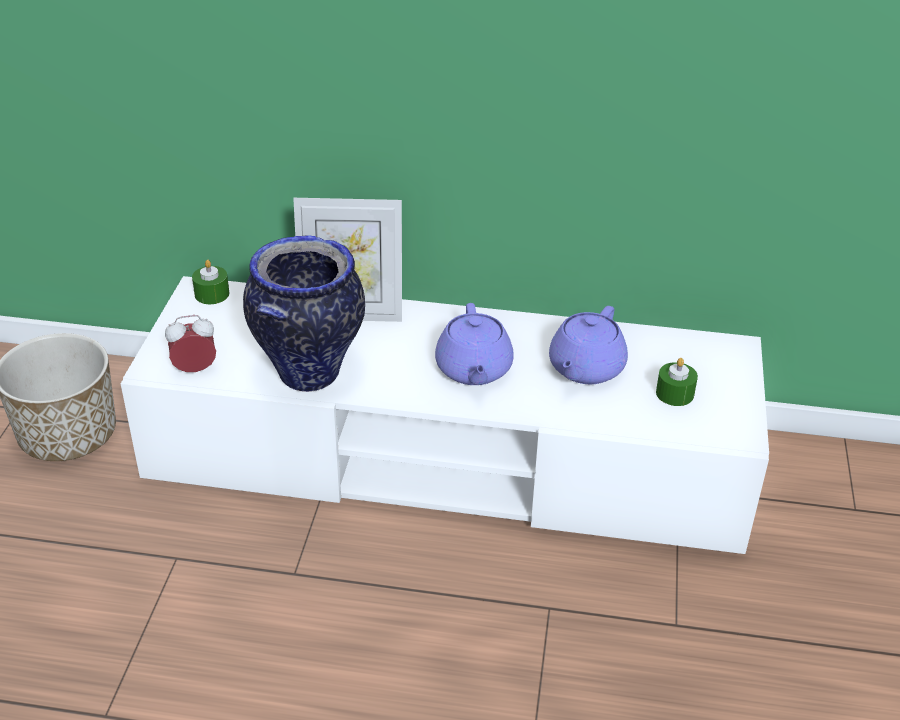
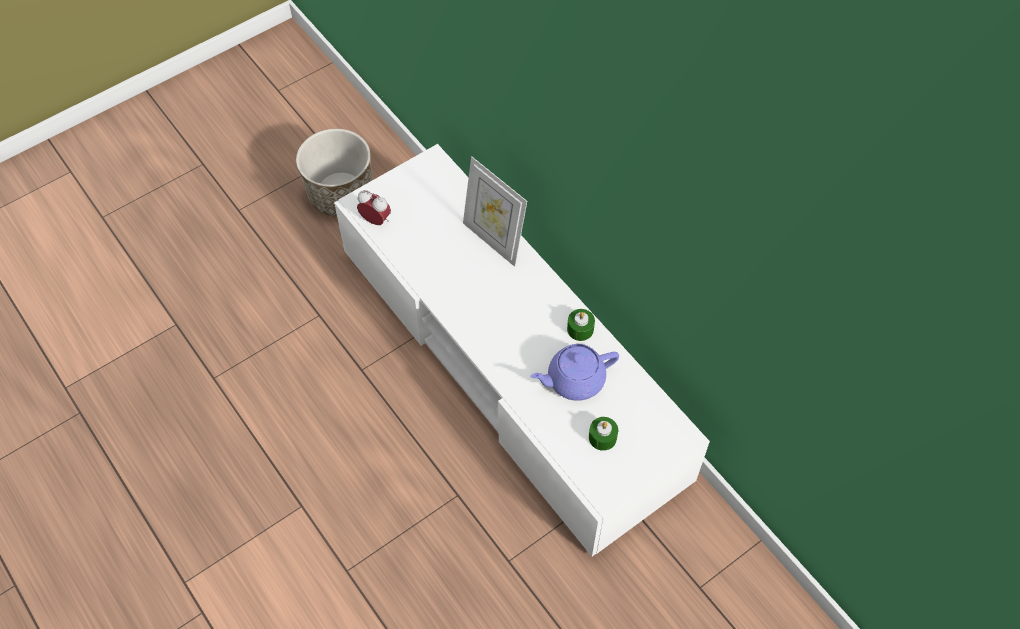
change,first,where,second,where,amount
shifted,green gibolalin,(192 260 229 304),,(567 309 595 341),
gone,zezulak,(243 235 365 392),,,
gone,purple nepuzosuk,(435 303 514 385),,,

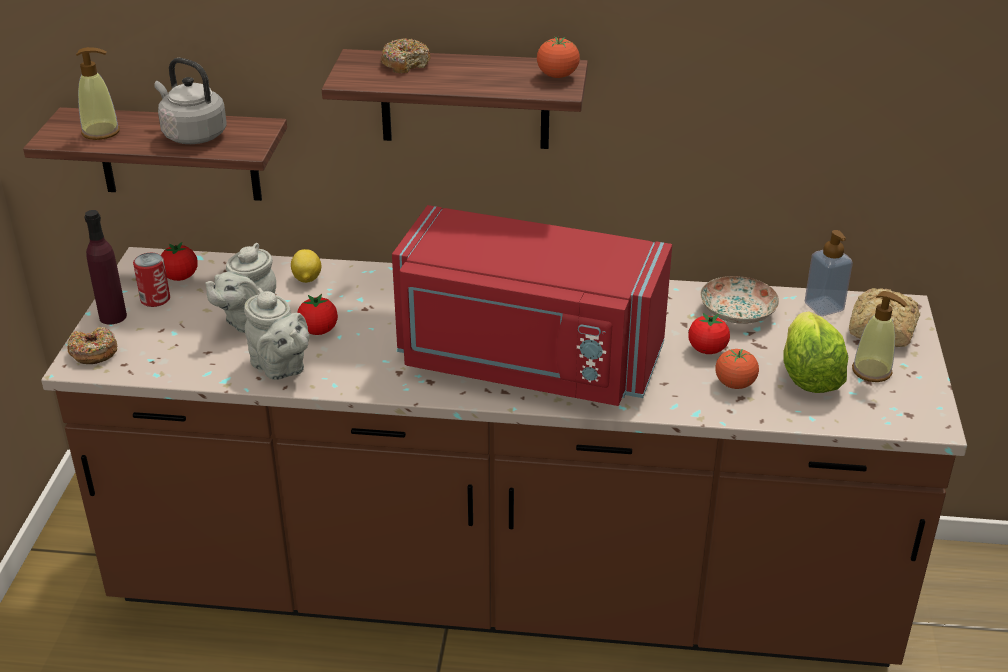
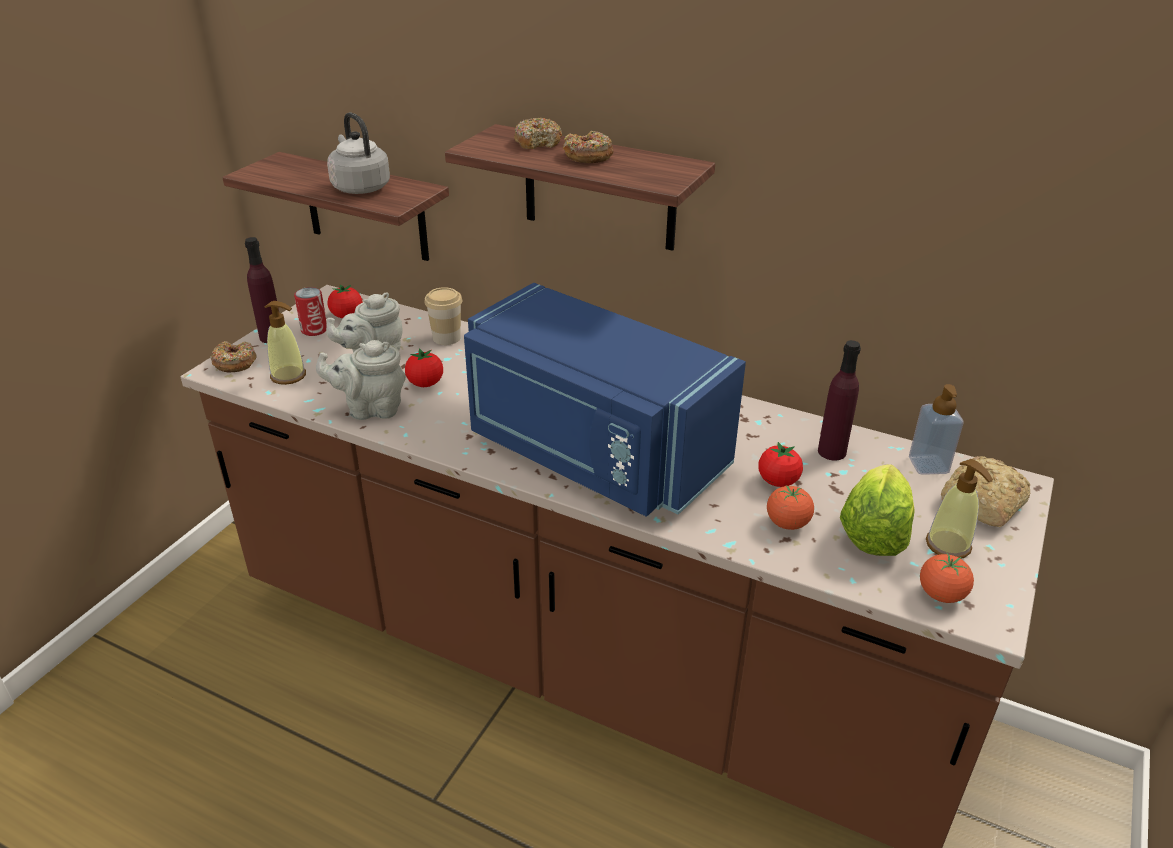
change,first,where,second,where,amount
shifted,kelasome,(76 47 120 140),,(264 301 306 385),
rotated,grey nepuzosuk,(244 288 309 380),,(316 340 406 420),105 degrees clockwise
swapped,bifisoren,(291 249 321 283),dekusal,(424 287 462 345),
repainted,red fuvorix,(392 205 672 406),blue fuvorix,(464 283 746 517),
new,,,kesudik,(563 131 614 163),
swapped,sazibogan,(700 276 779 324),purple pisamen,(818 340 861 461),
shifted,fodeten,(537 37 580 78),,(920 552 974 603),

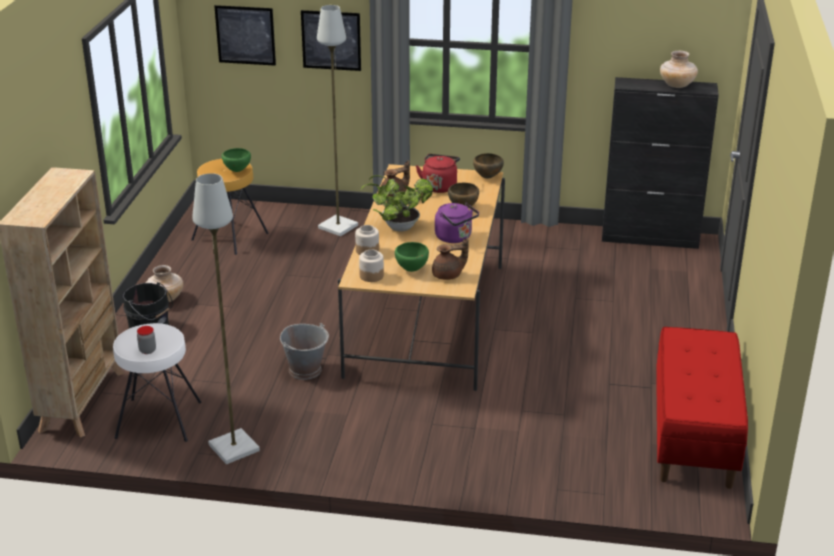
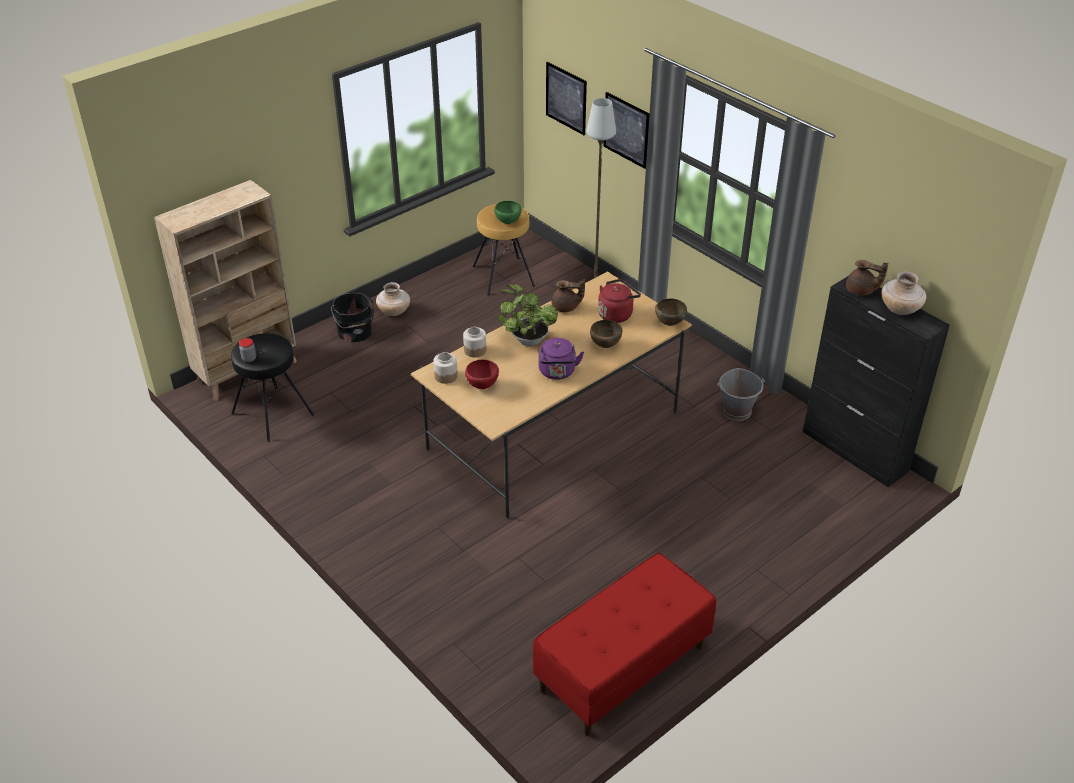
change,first,where,second,where,amount
repainted,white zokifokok,(113 323 202 442),black zokifokok,(231 333 314 442),
repainted,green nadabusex,(395 242 429 272),red nadabusex,(465 359 499 389),
shifted,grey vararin,(280 323 329 380),,(717 368 765 421),
shifted,brown nepuzosuk,(432 238 469 280),,(846 260 888 295),
gone,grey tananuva,(192 173 260 464),,,

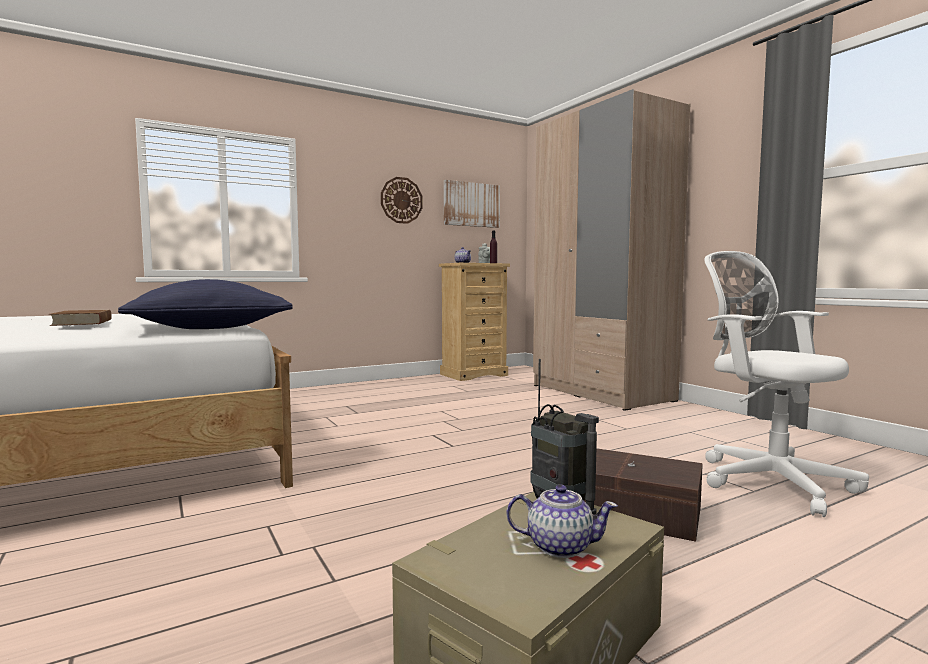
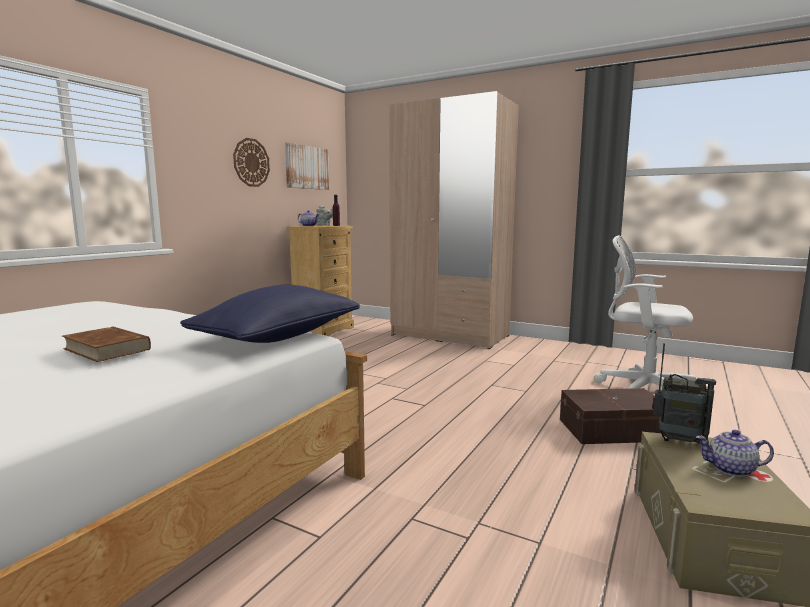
change,first,where,second,where,amount
rotated,nepuzosuk,(507 485 618 558),,(696 430 774 477),150 degrees counterclockwise

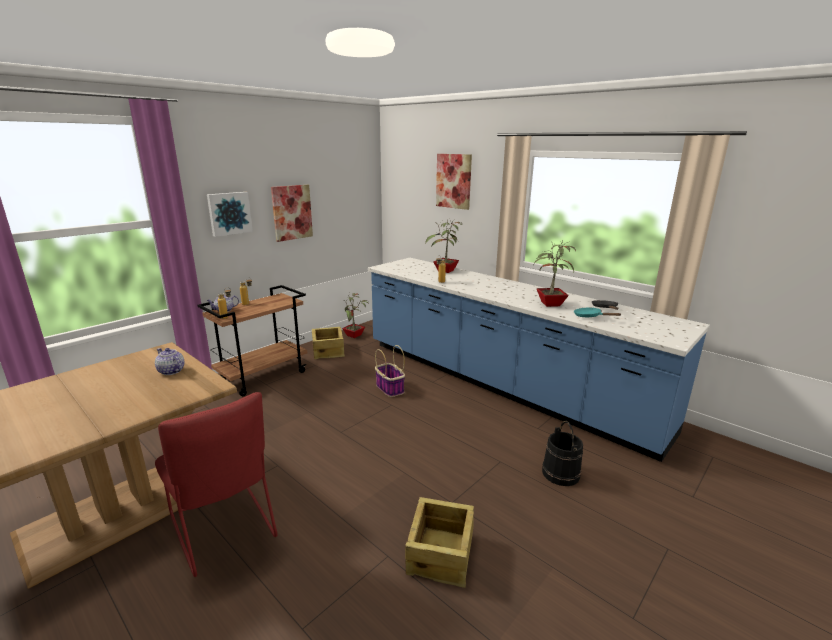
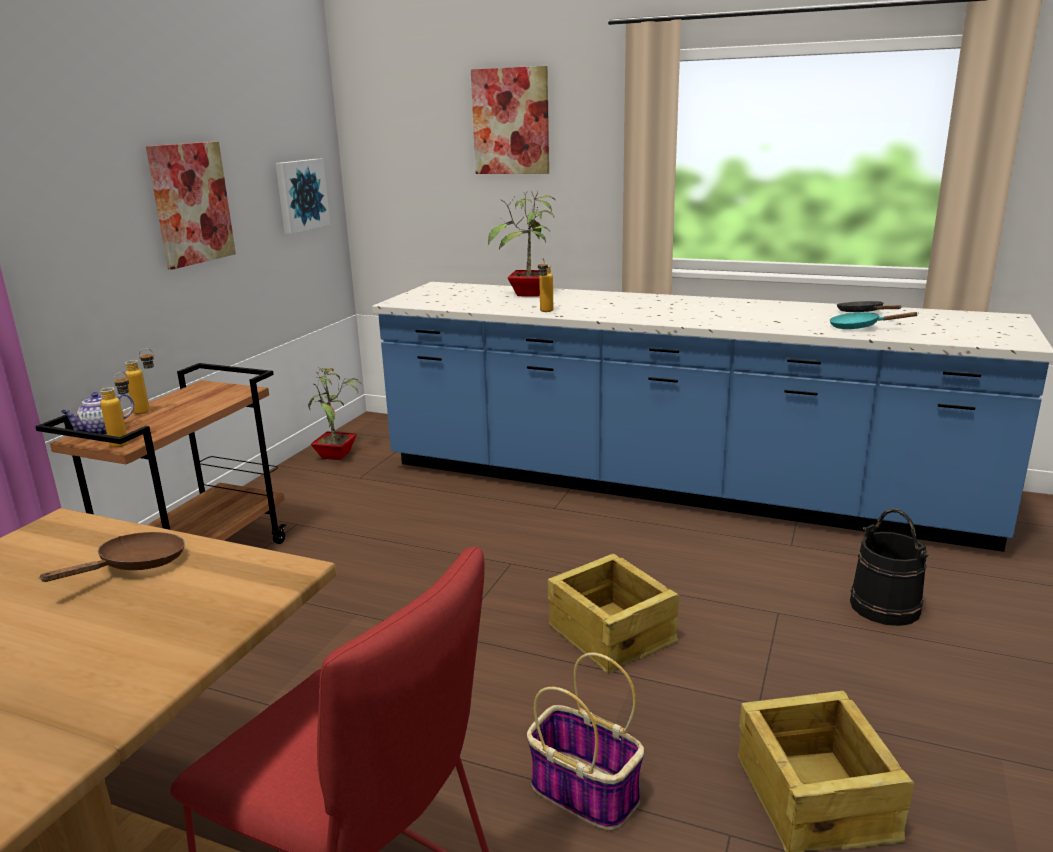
change,first,where,second,where,amount
swapped,nepuzosuk,(155 348 185 375),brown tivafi,(38 532 185 582),
shifted,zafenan,(207 192 253 237),,(275 159 330 234),
shifted,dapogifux,(375 345 405 397),,(527 652 644 830),
shifted,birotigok,(312 327 345 359),,(548 554 679 673),
gone,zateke,(533 240 576 307),,,

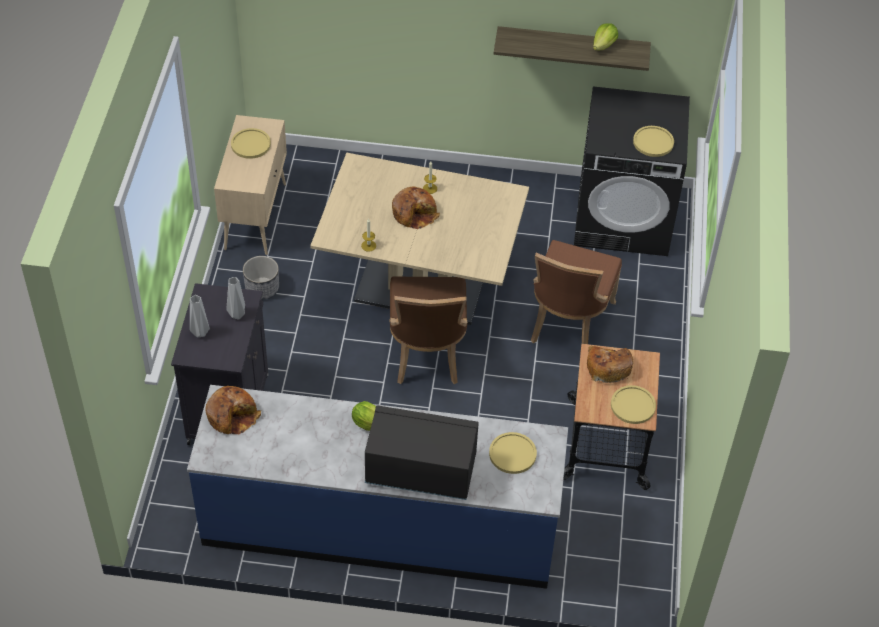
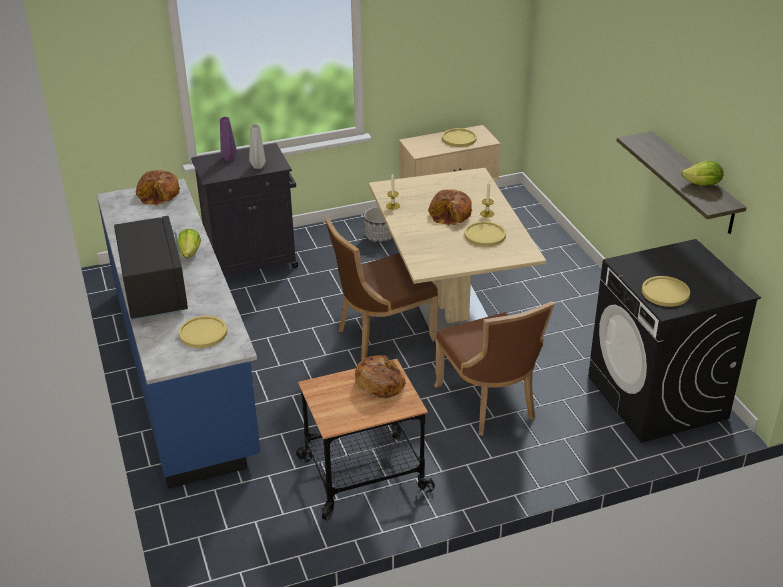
change,first,where,second,where,amount
repainted,grey zezulak,(190 295 210 337),purple zezulak,(220 117 237 161),
rotated,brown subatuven,(531 240 622 344),,(434 301 554 436),105 degrees counterclockwise
shifted,yellow sazibogan,(611 385 656 424),,(465 221 506 247),

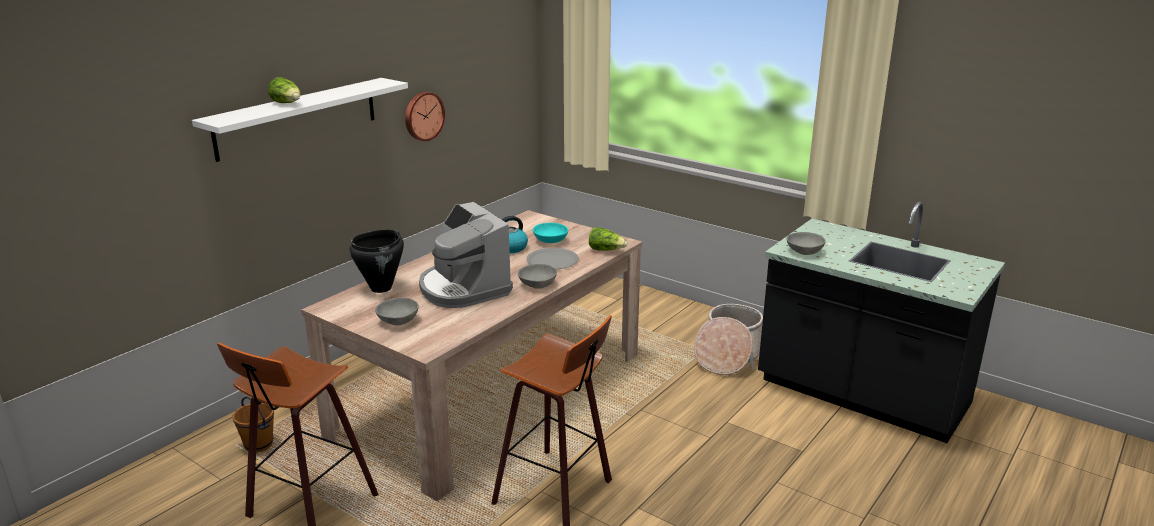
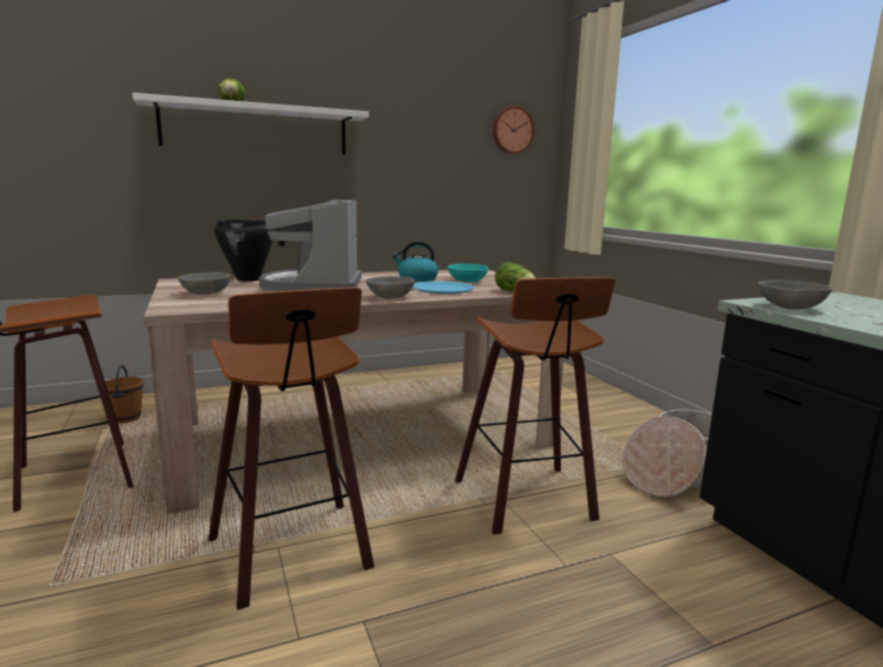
change,first,where,second,where,amount
repainted,grey sazibogan,(526 248 579 270),blue sazibogan,(413 281 474 294),
new,,,zokifokok,(455 278 615 535),
shifted,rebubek,(405 92 445 141),,(493 106 534 154),

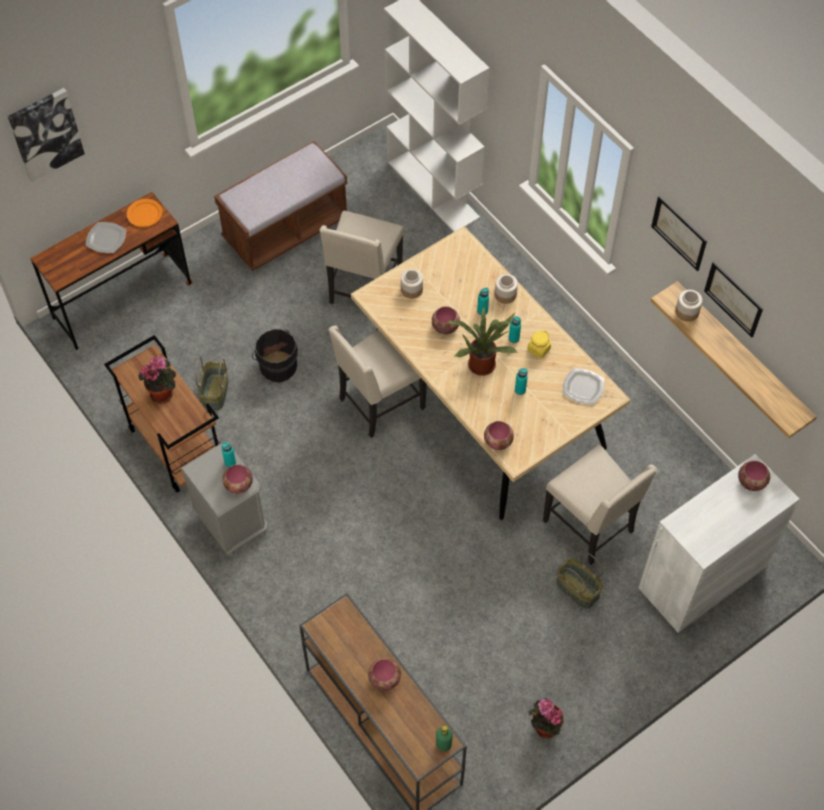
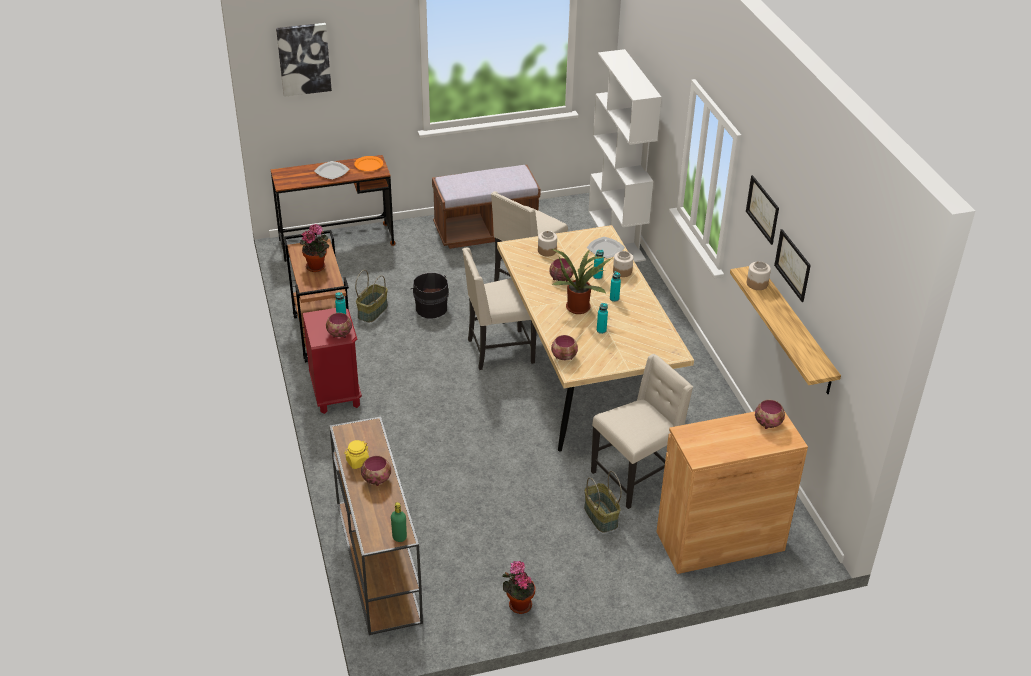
change,first,where,second,where,amount
repainted,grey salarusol,(181 443 268 556),red salarusol,(303 308 362 414),
shifted,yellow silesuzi,(527 330 551 358),,(344 440 369 469),
shifted,sazibogan,(563 368 605 405),,(587 237 625 259),
rotated,beige subatuven,(543 445 657 565),,(591 354 693 509),105 degrees counterclockwise
repainted,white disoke,(638 454 800 633),brown disoke,(656 411 808 574),

